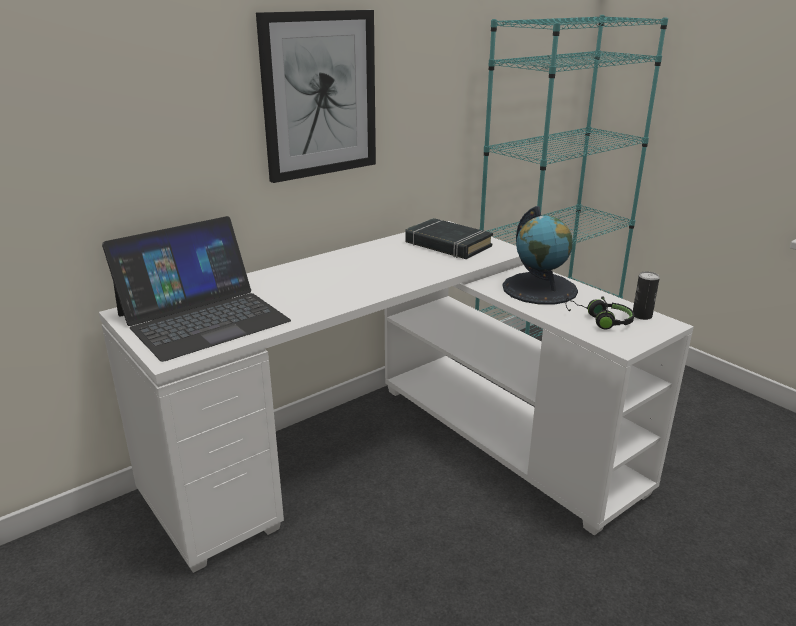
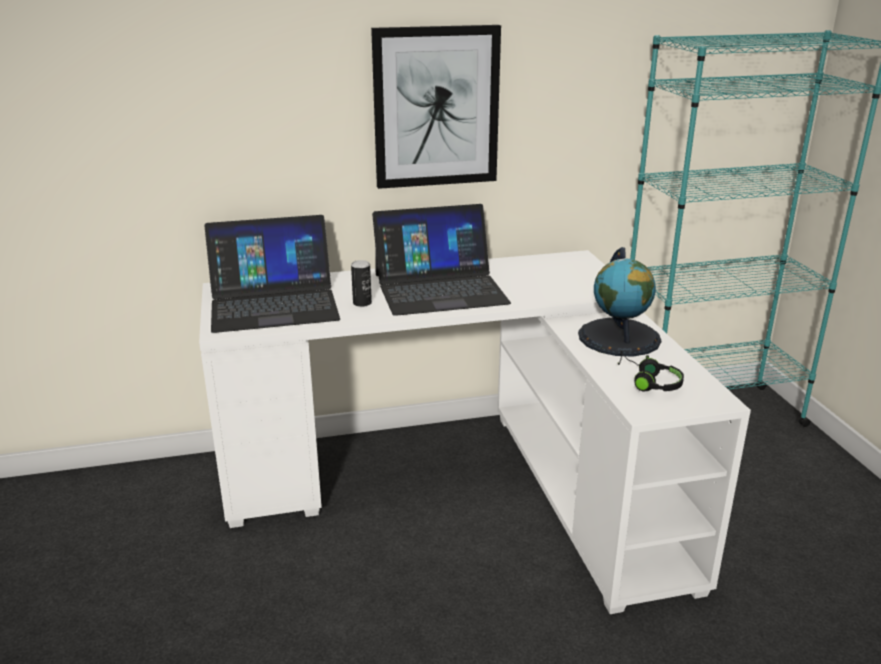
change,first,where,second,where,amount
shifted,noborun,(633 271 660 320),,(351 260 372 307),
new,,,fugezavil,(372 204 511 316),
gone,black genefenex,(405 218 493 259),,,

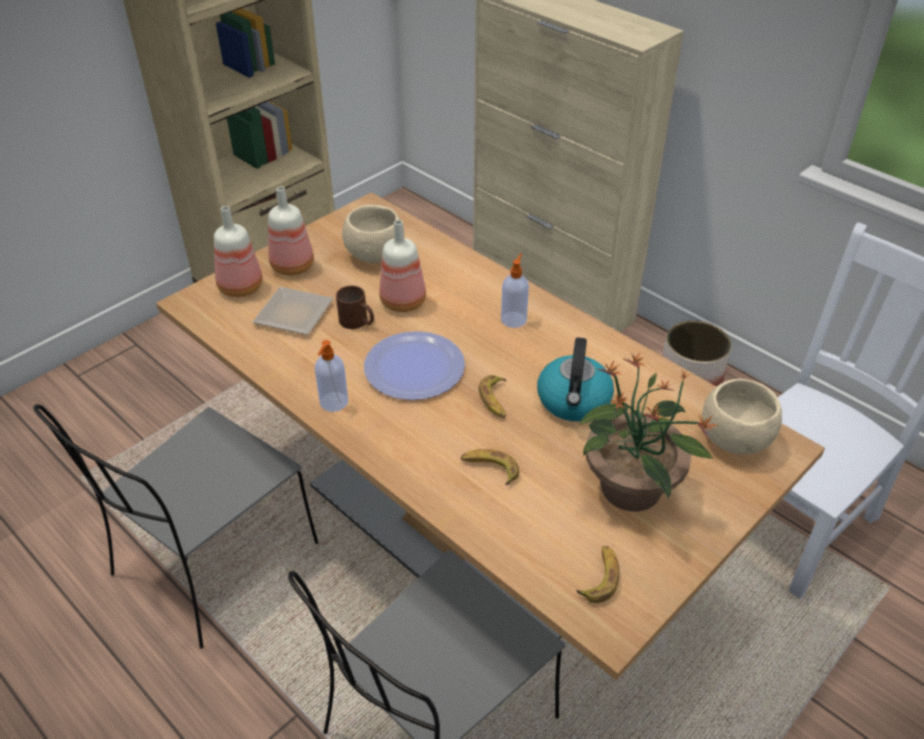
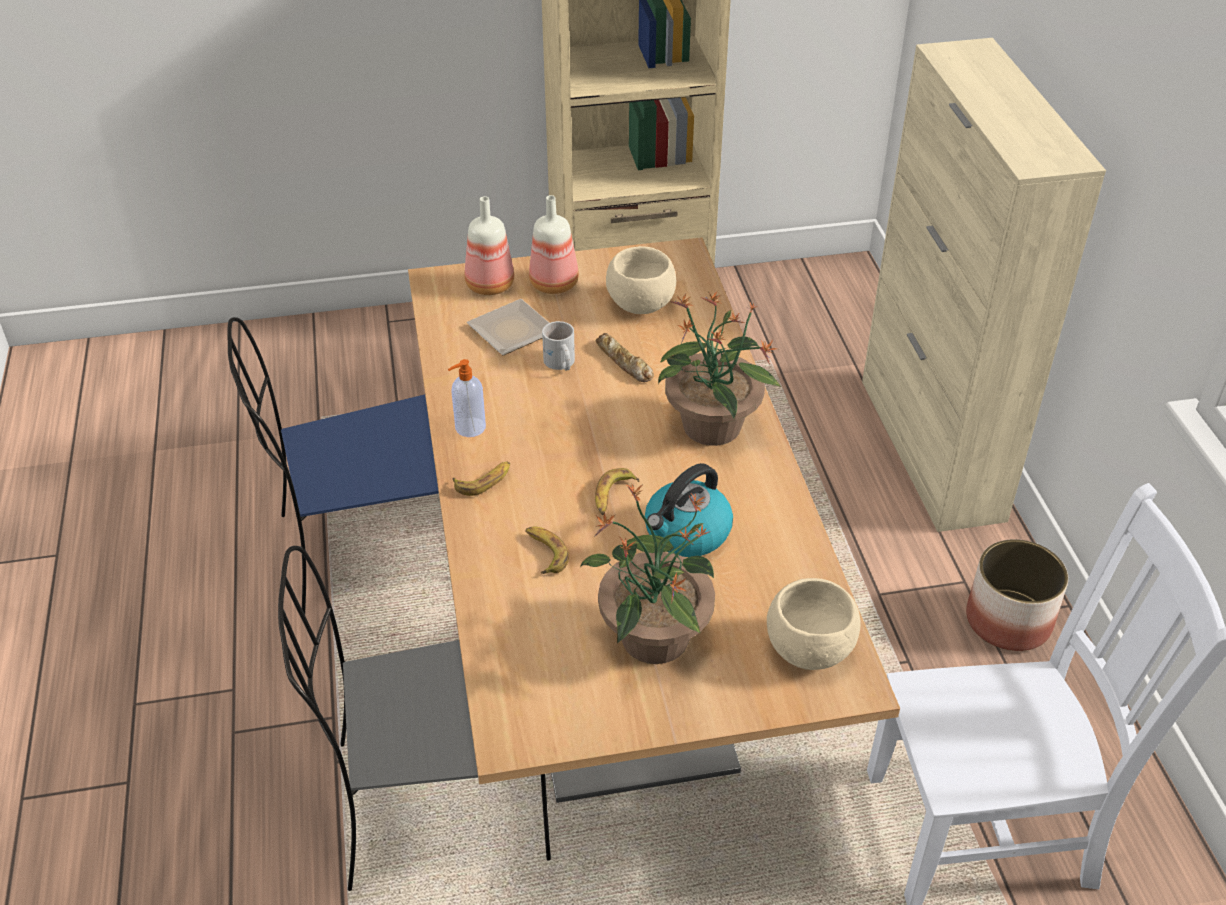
change,first,where,second,where,amount
repainted,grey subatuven,(33 404 318 649),blue subatuven,(227 317 439 614),
shifted,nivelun,(576 546 619 603),,(453 461 510 496),
repainted,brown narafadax,(336 286 374 329),white narafadax,(542 321 575 371),
swapped,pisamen,(379 220 426 312),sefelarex,(596 333 654 382),
swapped,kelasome,(501 253 529 328),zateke,(658 291 781 446),
gone,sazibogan,(364 331 465 400),,,

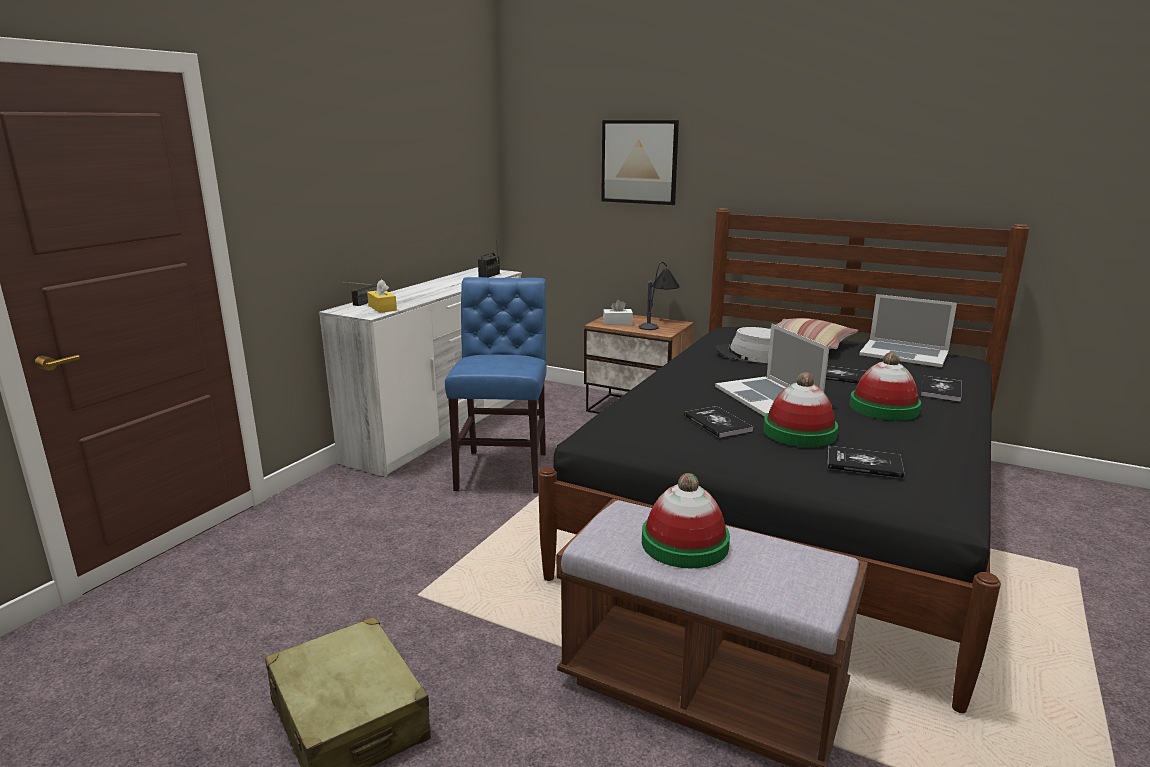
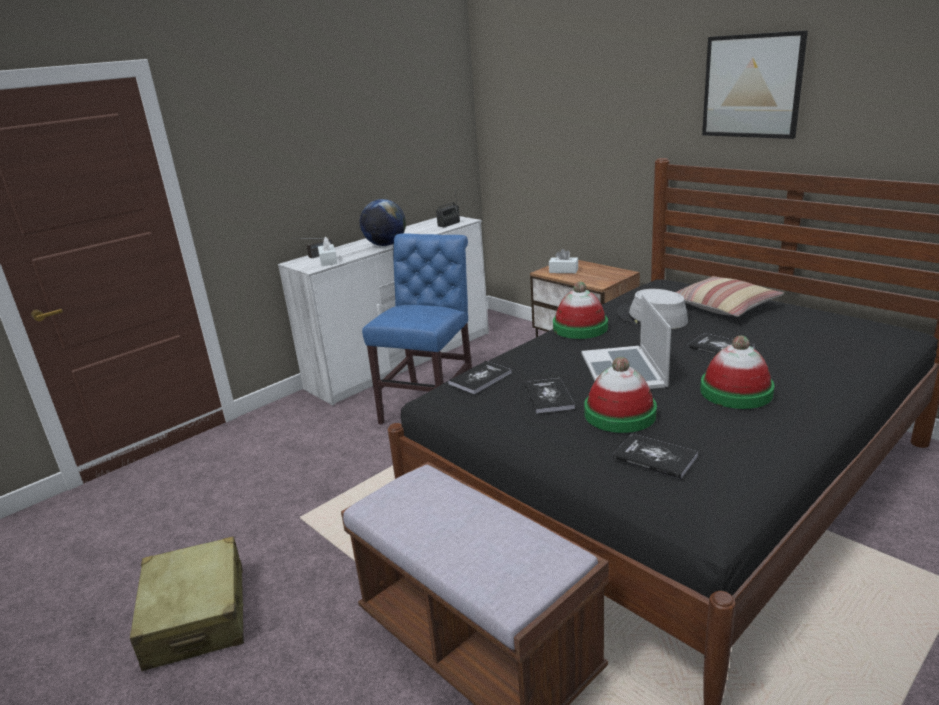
change,first,where,second,where,amount
repainted,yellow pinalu,(367 279 397 313),white pinalu,(318 236 338 266),
new,,,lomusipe,(360 199 406 246),
shifted,genefenex,(921 376 962 402),,(448 361 512 394),
shifted,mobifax,(642 473 730 568),,(553 282 608 339),
shifted,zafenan,(601 120 679 205),,(702 30 808 139),
gone,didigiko,(638 262 680 330),,,
gone,fugezavil,(859 294 957 367),,,

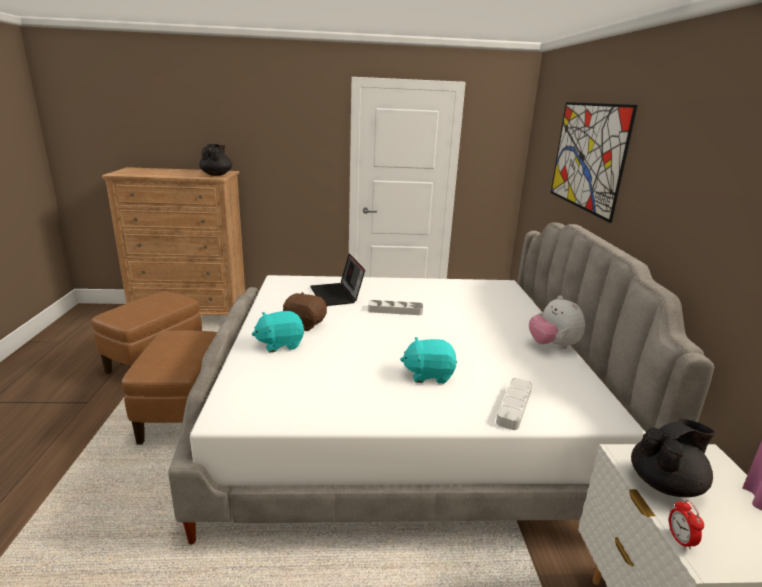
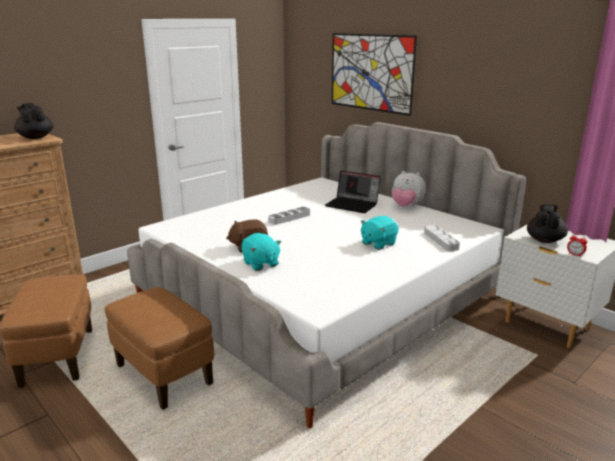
change,first,where,second,where,amount
rotated,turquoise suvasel,(252 311 304 352),,(241 233 281 271),60 degrees counterclockwise
shifted,fugezavil,(310 254 365 306),,(325 170 381 213),

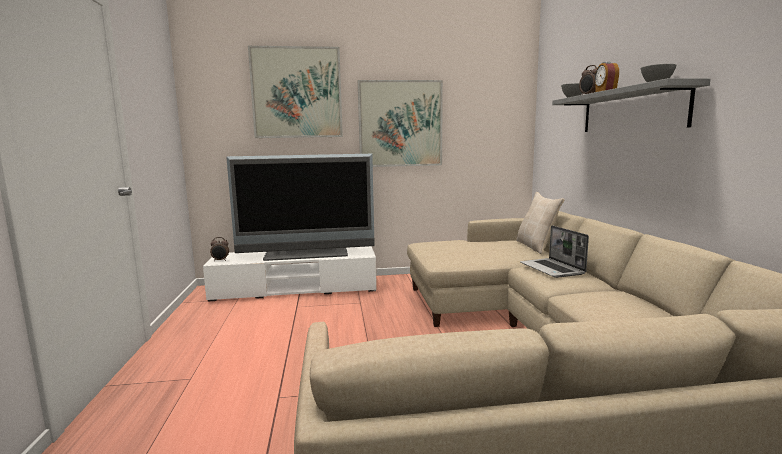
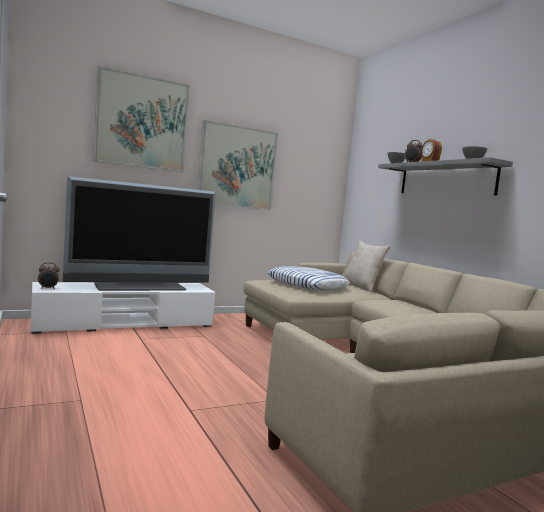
change,first,where,second,where,amount
new,,,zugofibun,(267 266 350 290),
gone,fugezavil,(520 225 589 278),,,

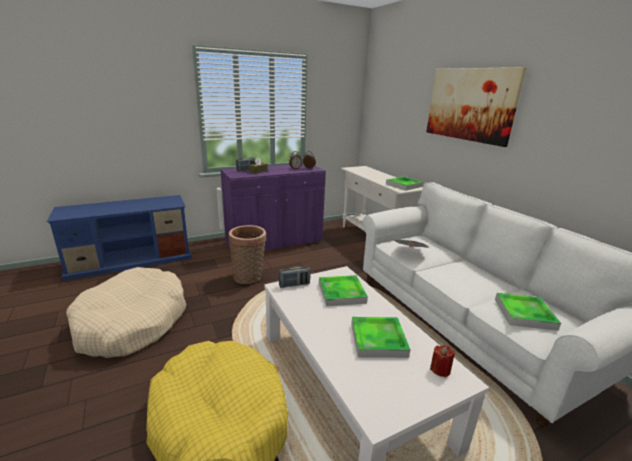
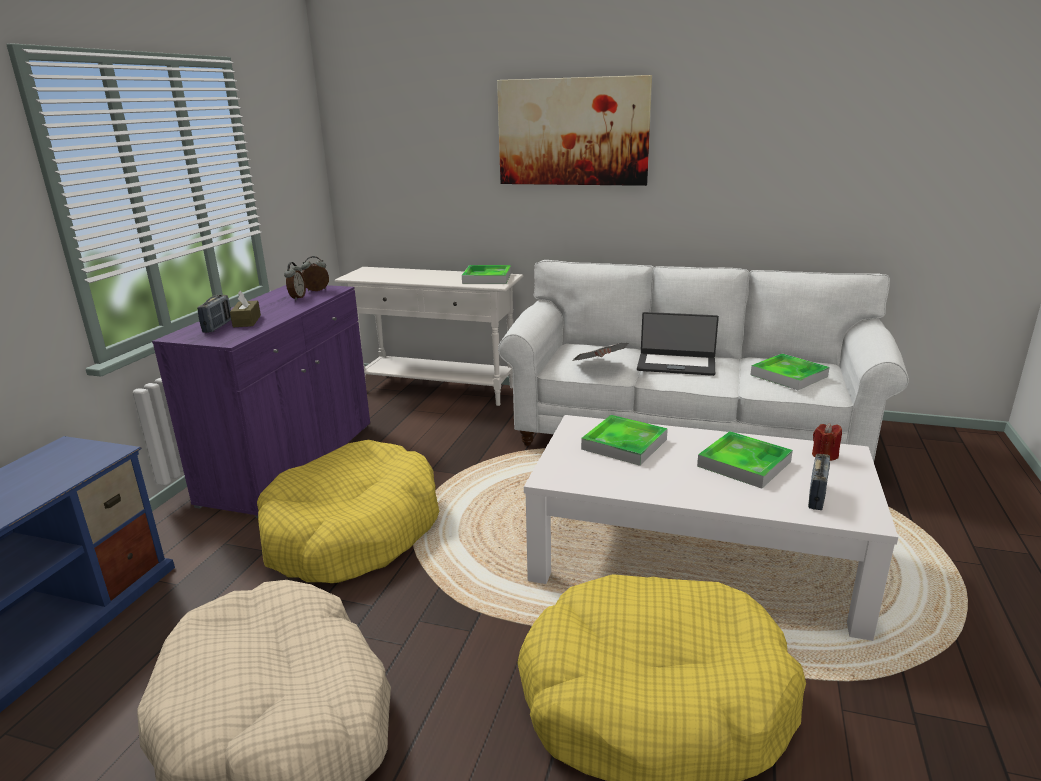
change,first,where,second,where,amount
swapped,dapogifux,(229 225 267 284),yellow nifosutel,(257 440 439 583),
new,,,fugezavil,(637 312 719 376),
shifted,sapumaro,(279 266 310 288),,(808 454 830 510),

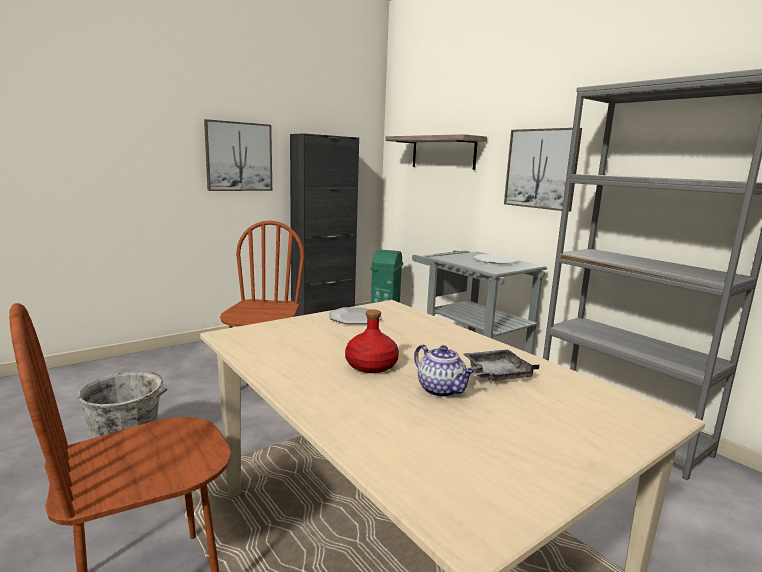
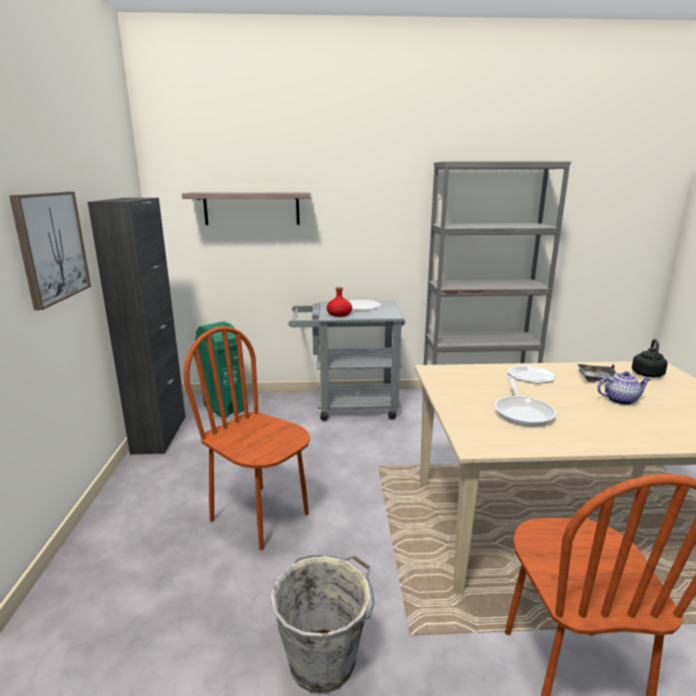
change,first,where,second,where,amount
shifted,red pisamen,(345 309 399 373),,(327 287 352 317),
new,,,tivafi,(495 376 556 426),
shifted,sazibogan,(329 307 382 324),,(507 365 556 384),
new,,,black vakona,(632 339 667 378),
gone,zafenan,(504 128 582 212),,,

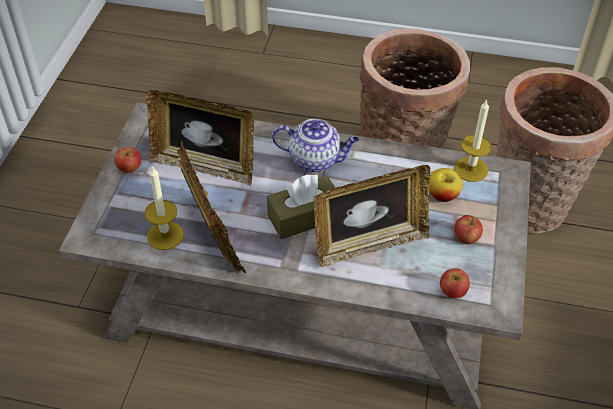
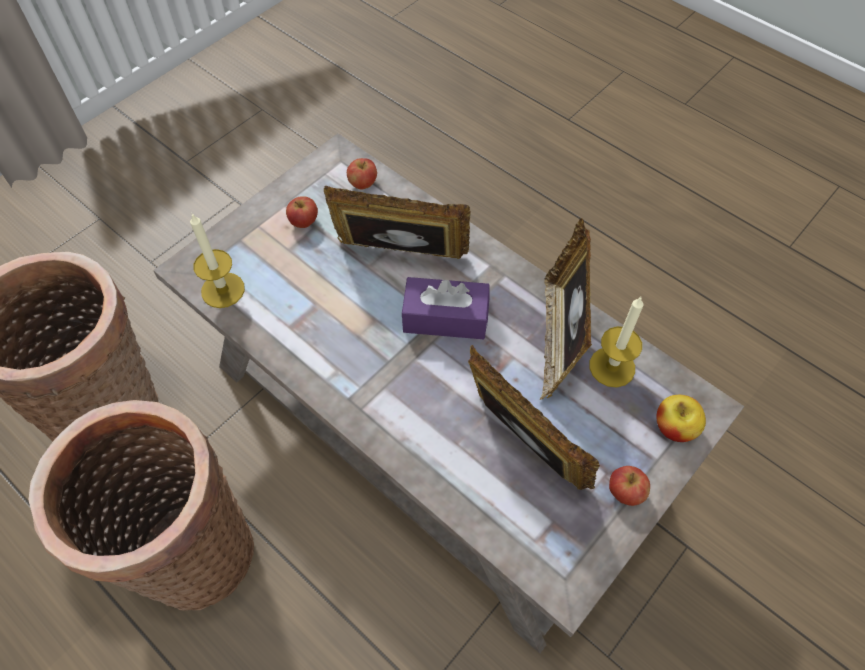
change,first,where,second,where,amount
repainted,brown pinalu,(267 175 335 239),purple pinalu,(402 277 490 339),
shifted,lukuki,(429 168 463 202),,(657 395 706 442),
gone,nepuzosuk,(272 119 359 173),,,

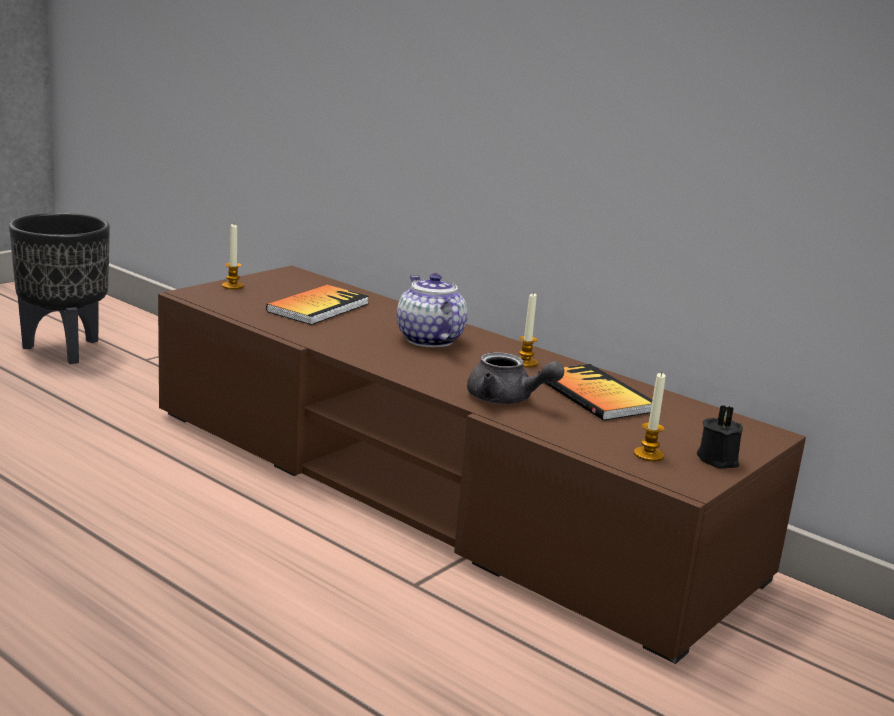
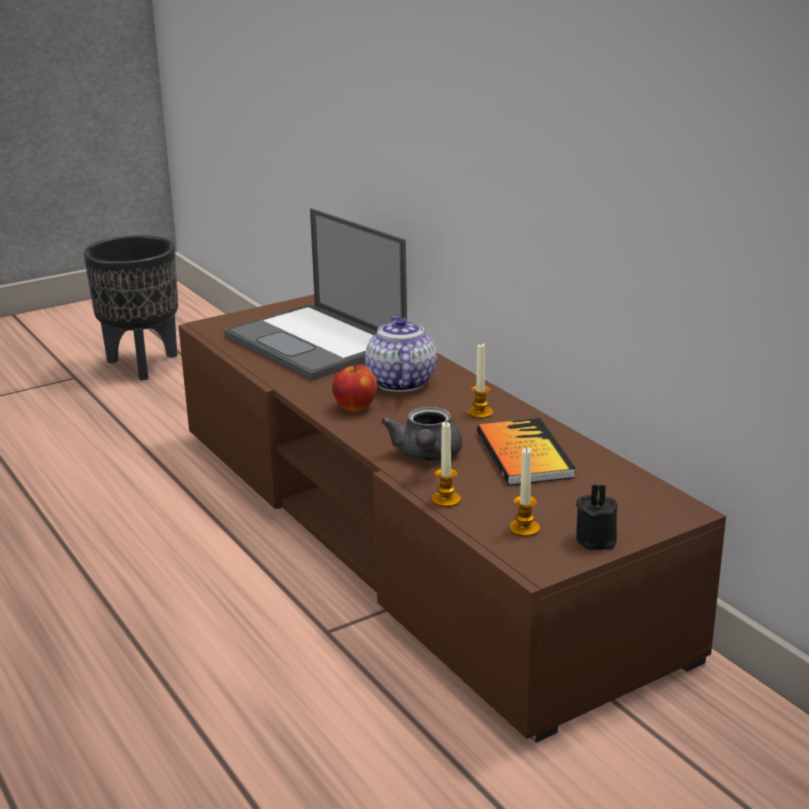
change,first,where,second,where,amount
swapped,genefenex,(266 285 369 325),fugezavil,(224 208 407 380),
new,,,lukuki,(332 364 377 411),
rotated,grey nepuzosuk,(467 352 564 404),,(381 407 462 462),45 degrees clockwise
shifted,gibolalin,(222 224 244 290),,(431 422 461 507),

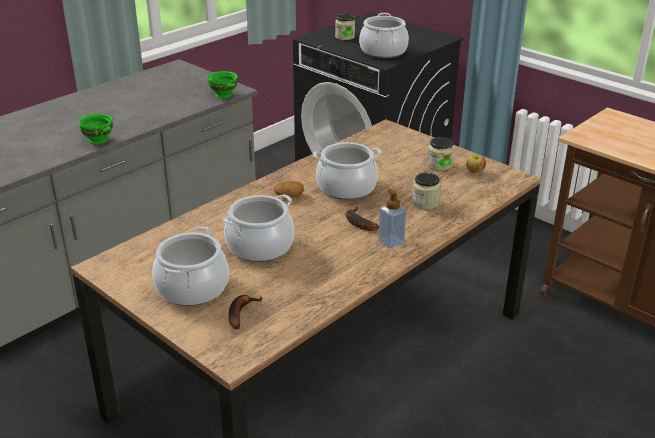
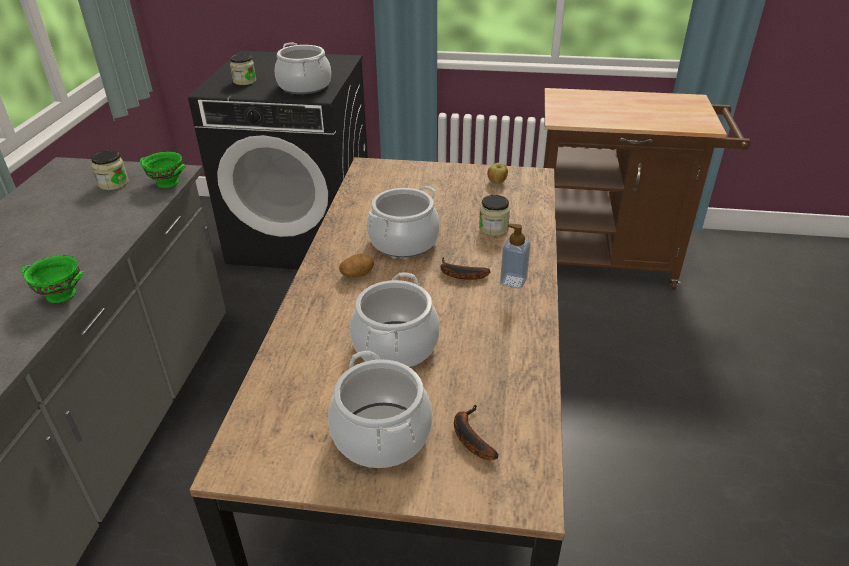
change,first,where,second,where,amount
shifted,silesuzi,(427 137 454 171),,(91 150 129 190),

